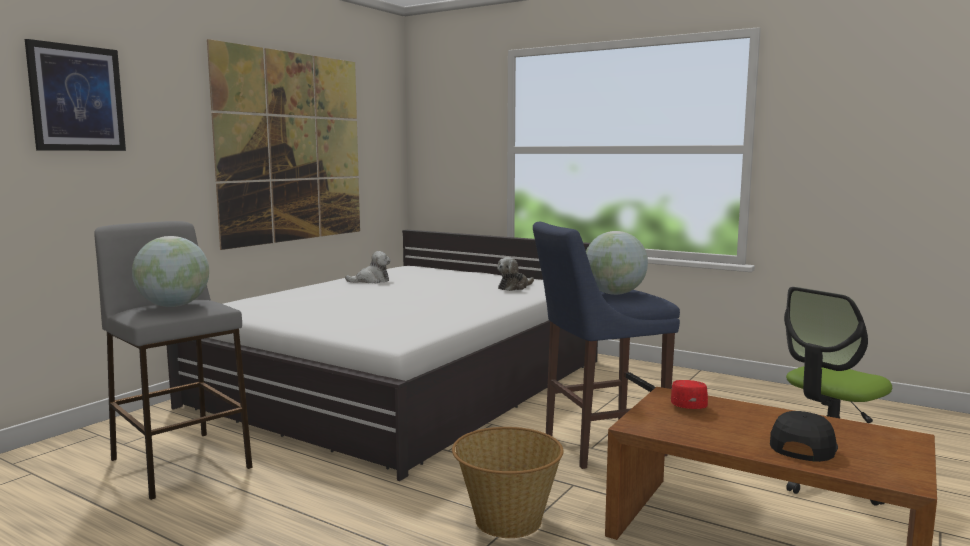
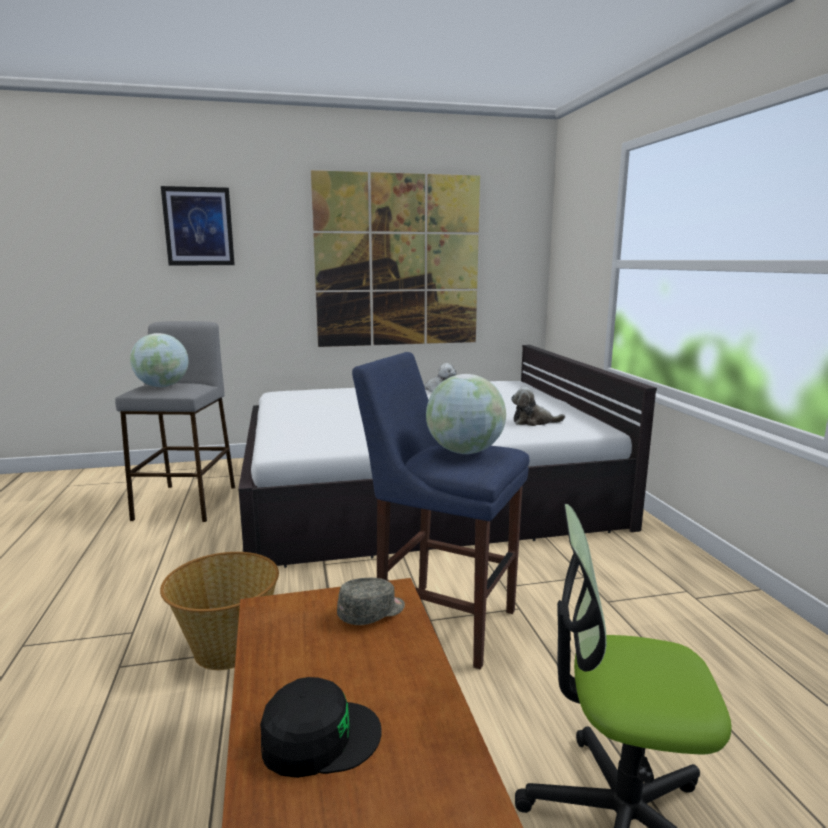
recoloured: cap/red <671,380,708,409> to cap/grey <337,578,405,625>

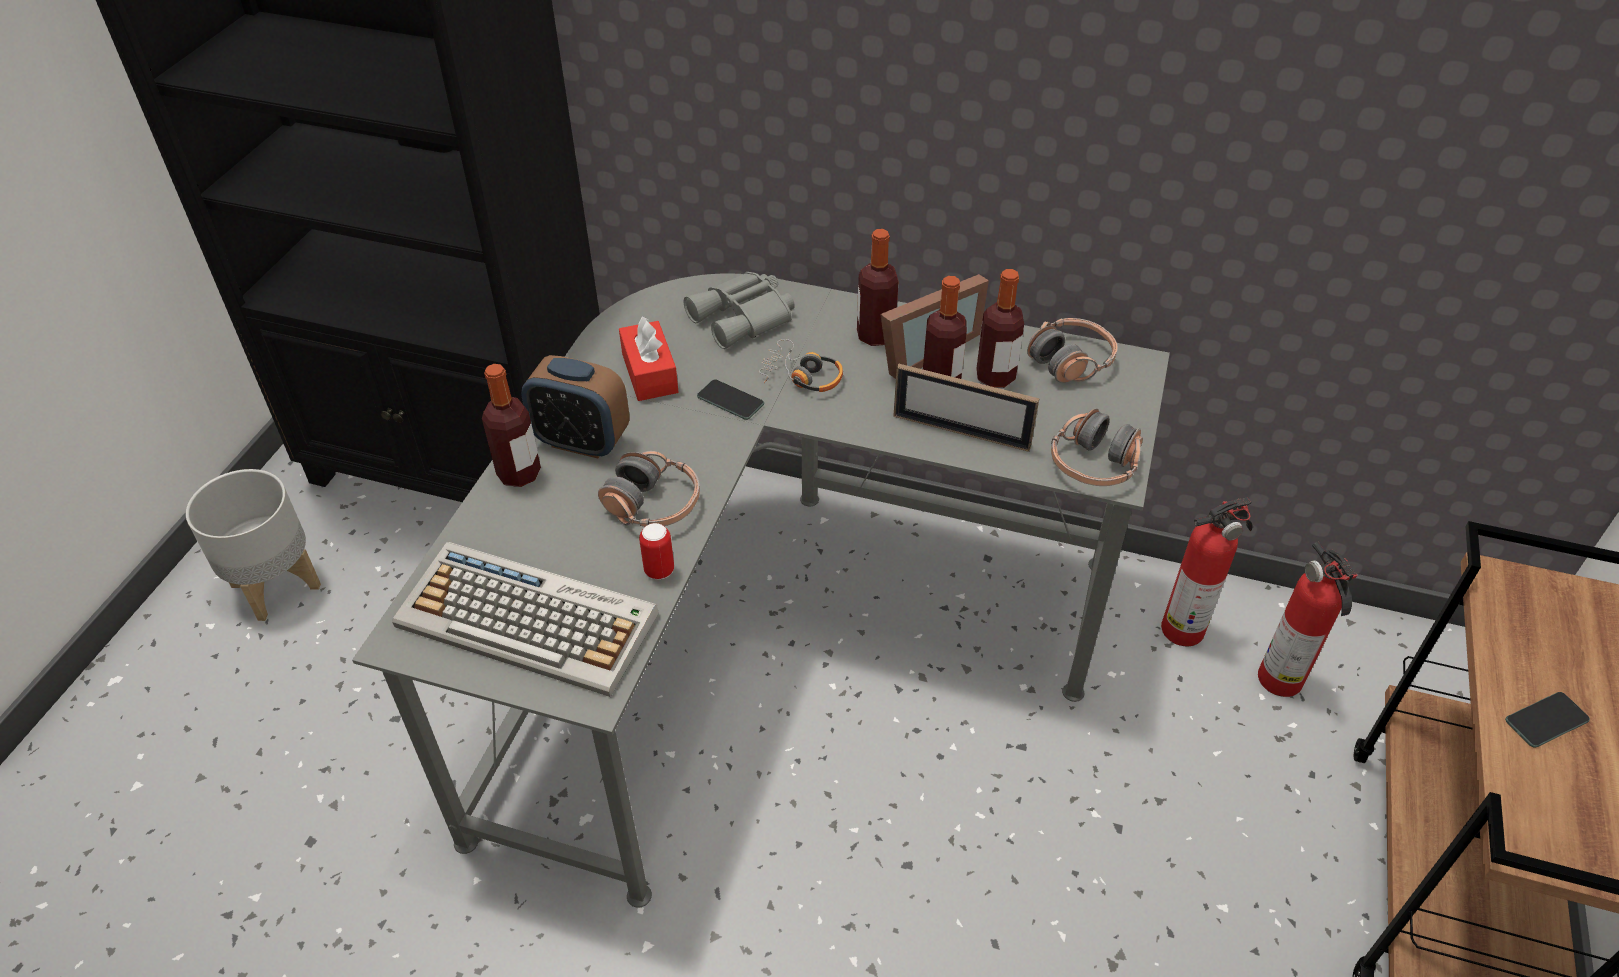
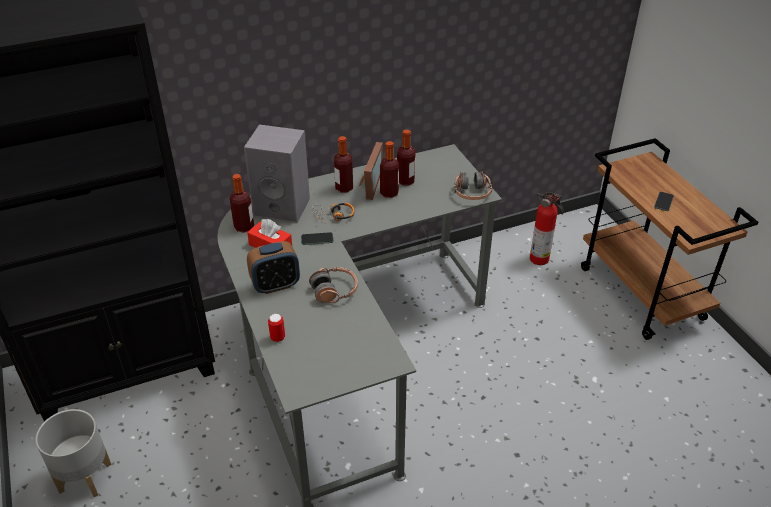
removed: keyboard <392,542,659,697>; picture frame <893,364,1040,452>; headphones <1027,318,1118,383>; fire extinguisher <1161,497,1253,646>
moved: bottle <482,364,541,487> to <230,174,254,233>; can <639,523,674,580> to <268,314,285,342>
replaced: binoculars/grey <684,272,795,349> to speaker/grey <244,124,310,223>

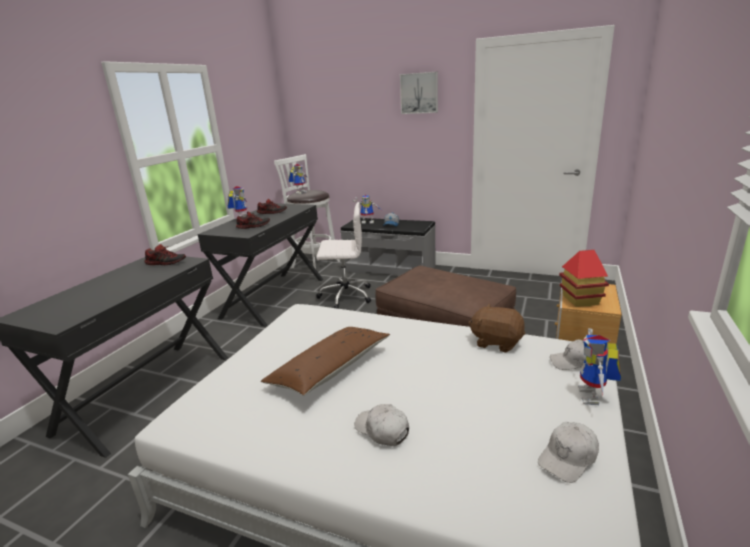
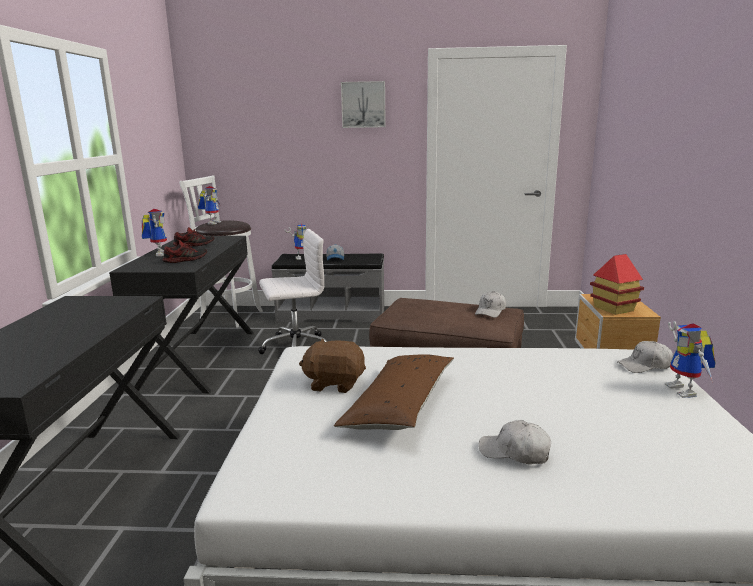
removed: shoe <145,244,186,265>
moved: plush toy/brown <468,304,525,353> to <299,339,366,393>; cap/white <538,422,599,483> to <475,291,506,318>

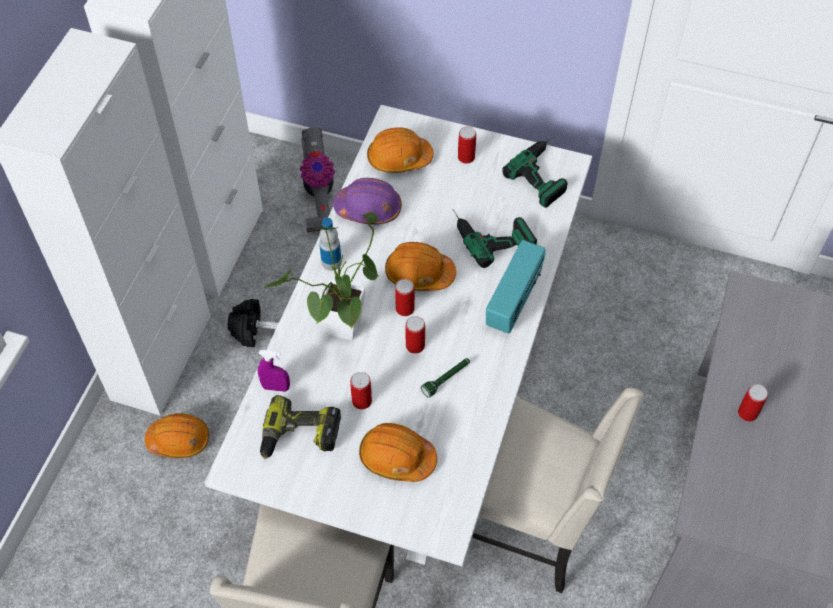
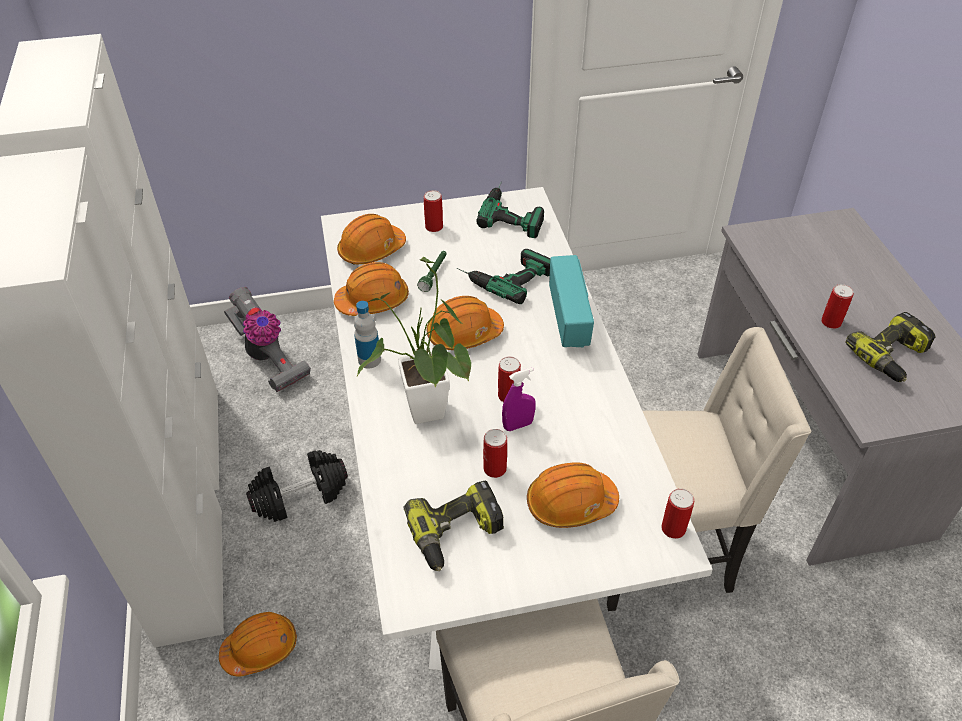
added: power drill <845,312,936,382>
moved: spray bottle/purple <258,350,290,392> to <502,368,536,431>; can <395,279,415,316> to <661,488,694,539>; flashlight/green <421,358,470,398> to <417,251,447,292>
recoloured: hard hat/purple <333,178,402,225> to hard hat/orange <334,262,409,316>

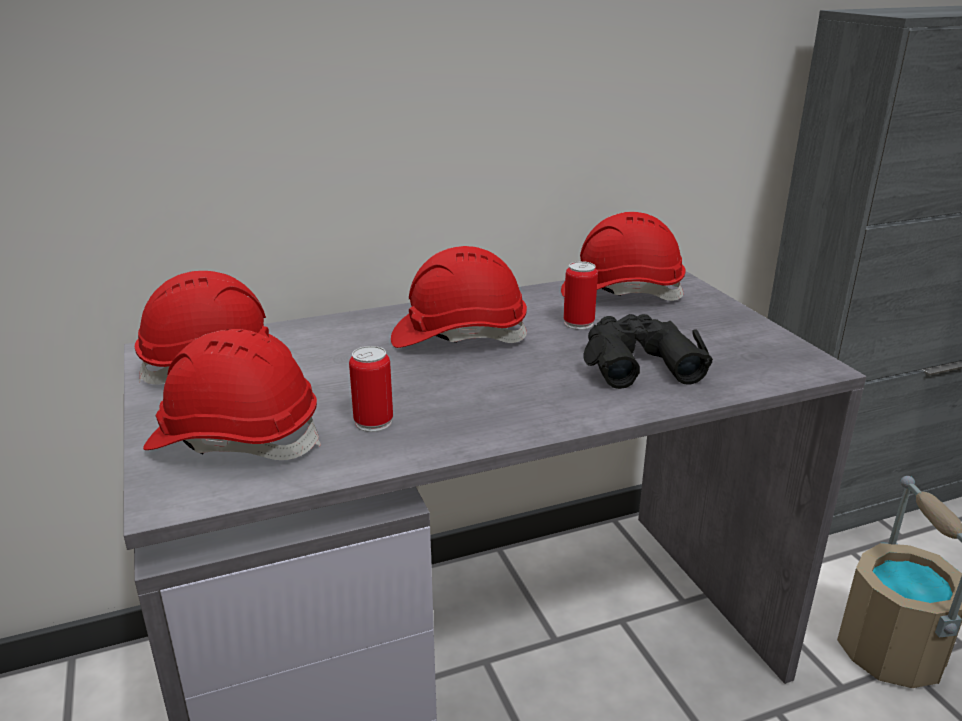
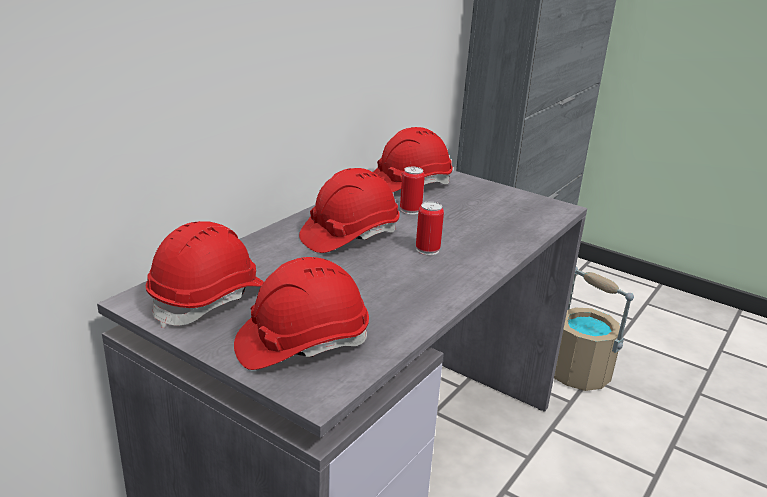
removed: binoculars/black <584,314,713,389>
moved: can <349,346,393,432> to <416,201,444,255>

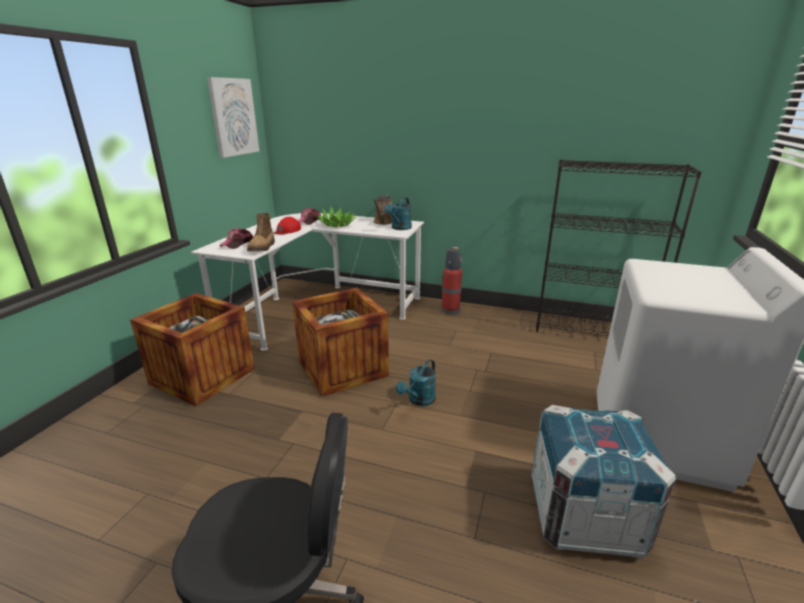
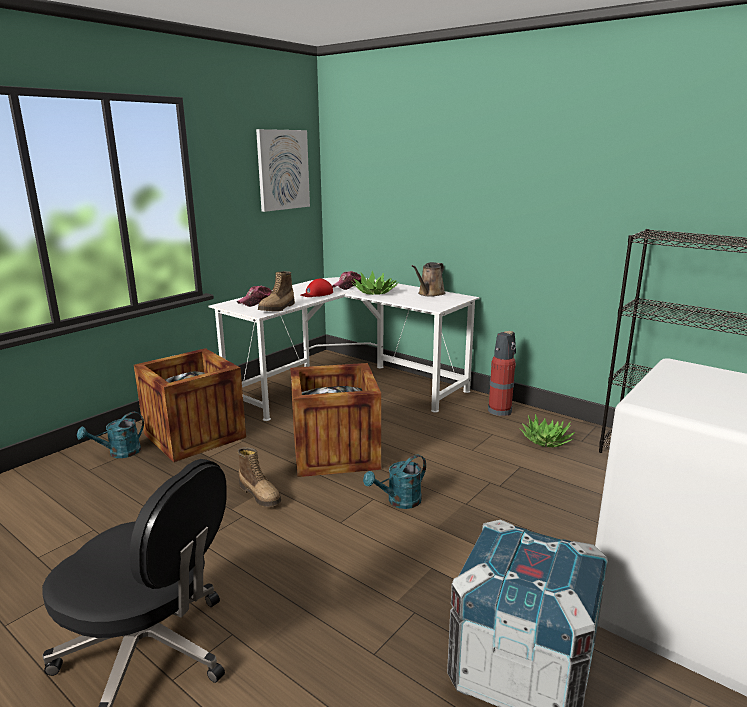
added: boot <238,447,281,507>; potted plant <519,414,575,447>
moved: watering can/turquoise <384,198,412,230> to <77,412,144,458>

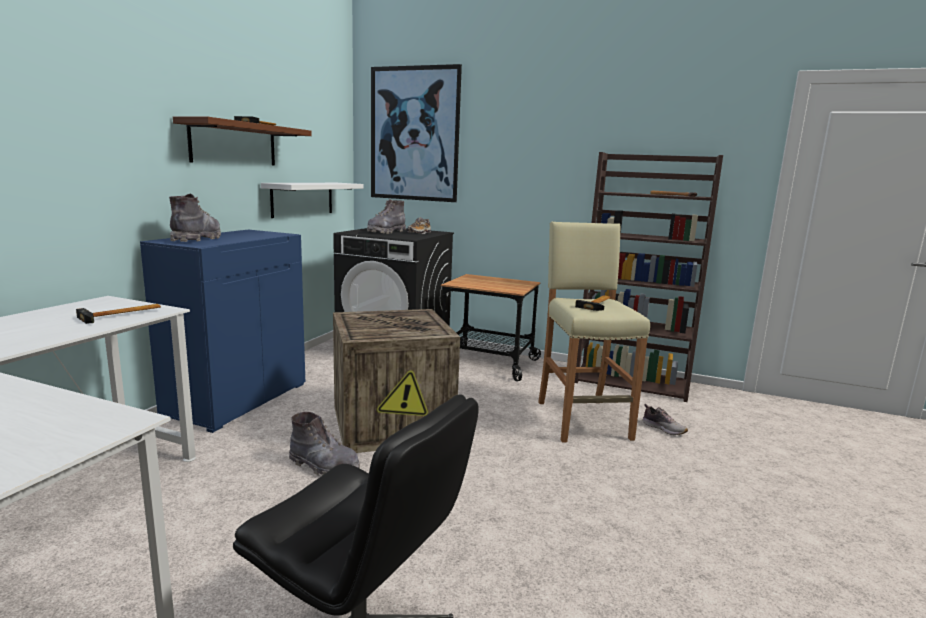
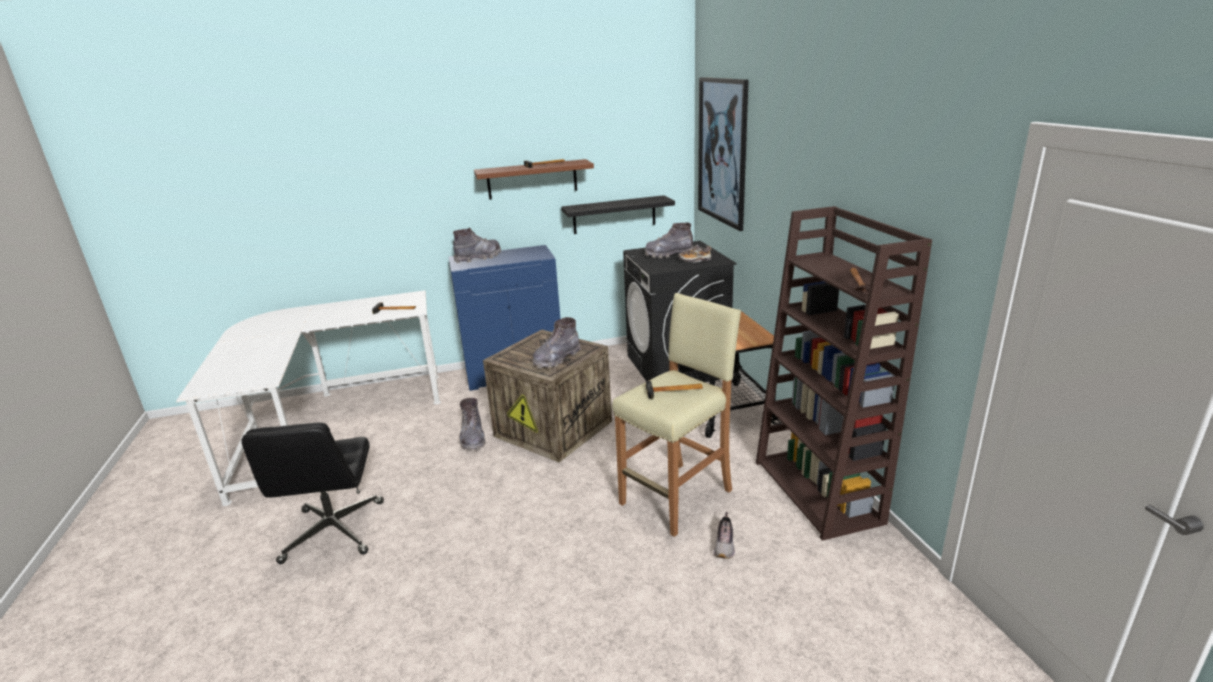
added: boot/grey <533,317,581,369>
recoloured: shelf/white <261,183,364,218> to shelf/black <561,195,675,234>

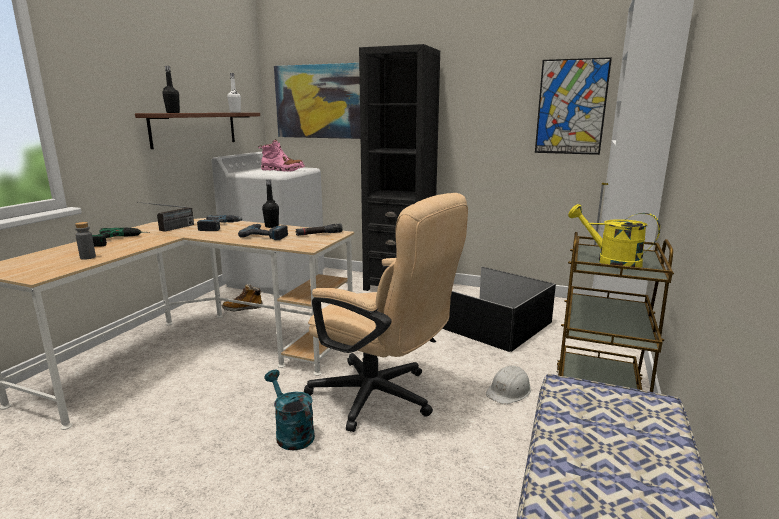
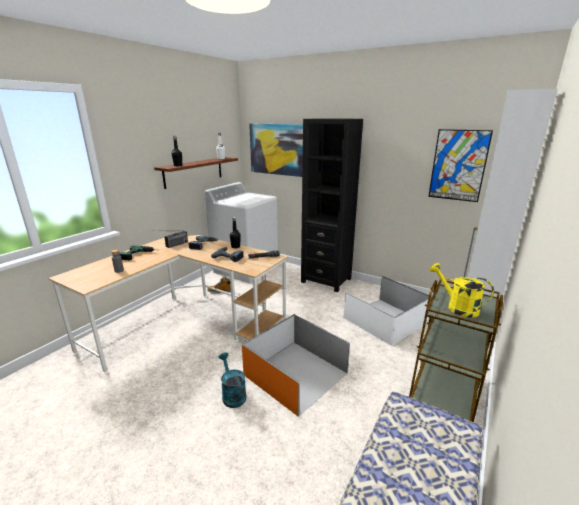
removed: boot/pink <258,139,305,171>; hard hat/white <486,366,531,404>
replaced: office chair/beige <304,193,468,432> to storage box/orange <242,314,350,416>
recoloured: storage box/black <442,267,556,352> to storage box/white <343,276,432,346>

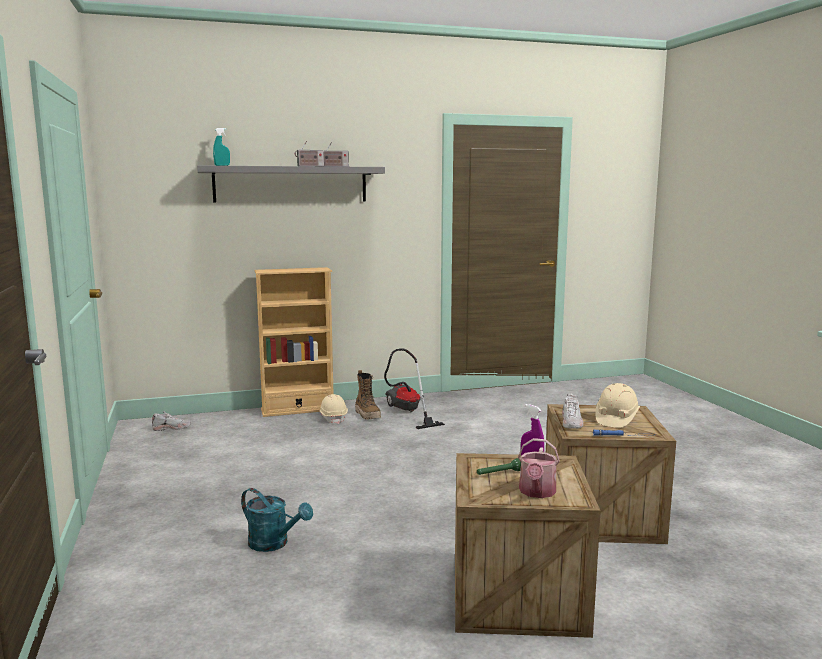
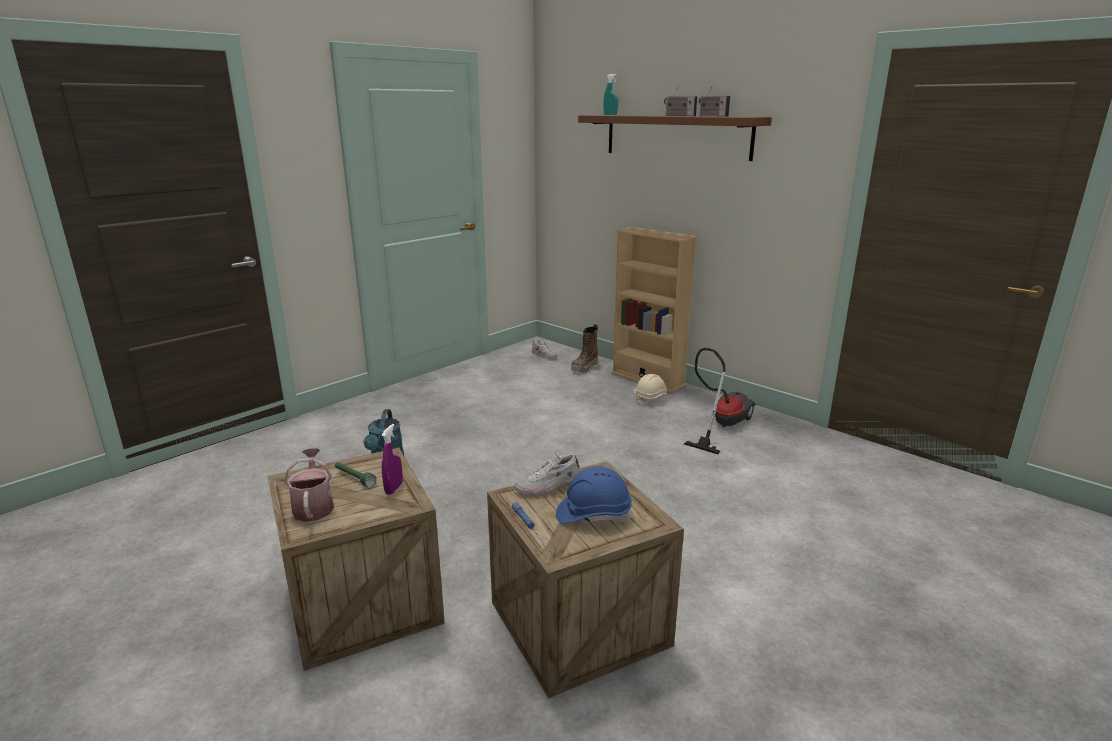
moved: boot <355,370,381,420> to <571,324,598,373>
recoloured: shelf/grey <197,166,385,202> to shelf/brown <578,115,772,161>; hard hat/beige <595,383,640,428> to hard hat/blue <556,466,632,524>
turned: watering can <518,438,560,498> = <284,448,334,522> 90 degrees clockwise

